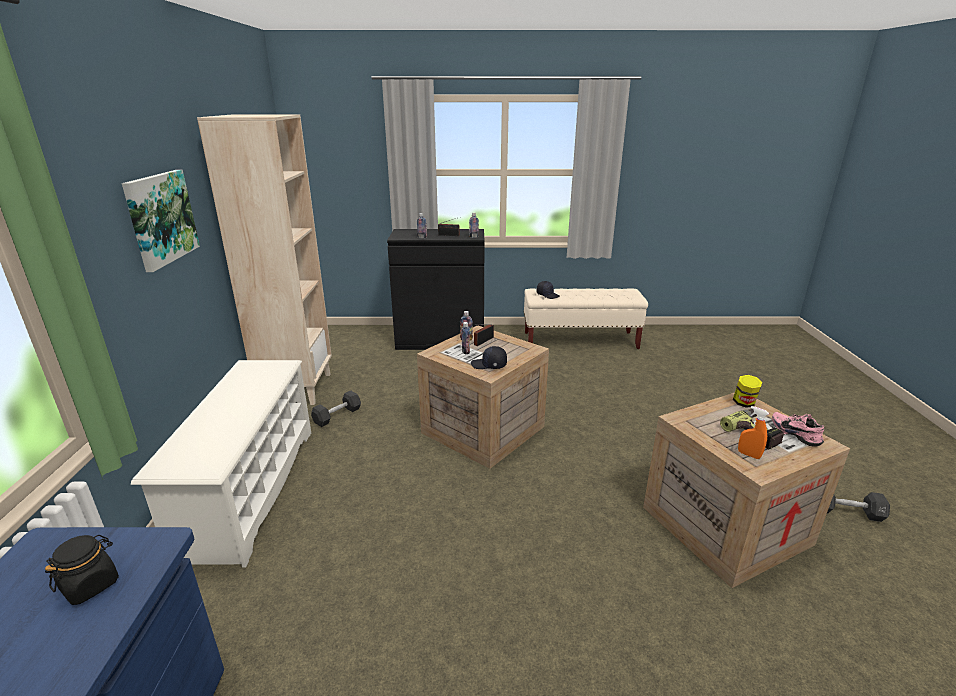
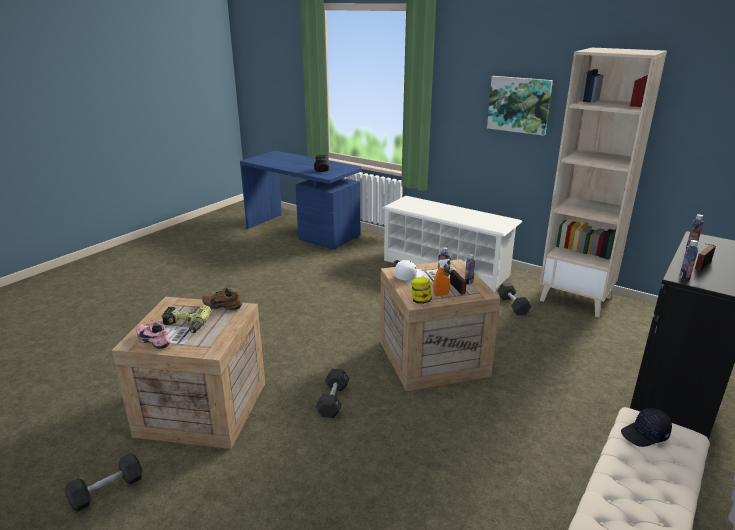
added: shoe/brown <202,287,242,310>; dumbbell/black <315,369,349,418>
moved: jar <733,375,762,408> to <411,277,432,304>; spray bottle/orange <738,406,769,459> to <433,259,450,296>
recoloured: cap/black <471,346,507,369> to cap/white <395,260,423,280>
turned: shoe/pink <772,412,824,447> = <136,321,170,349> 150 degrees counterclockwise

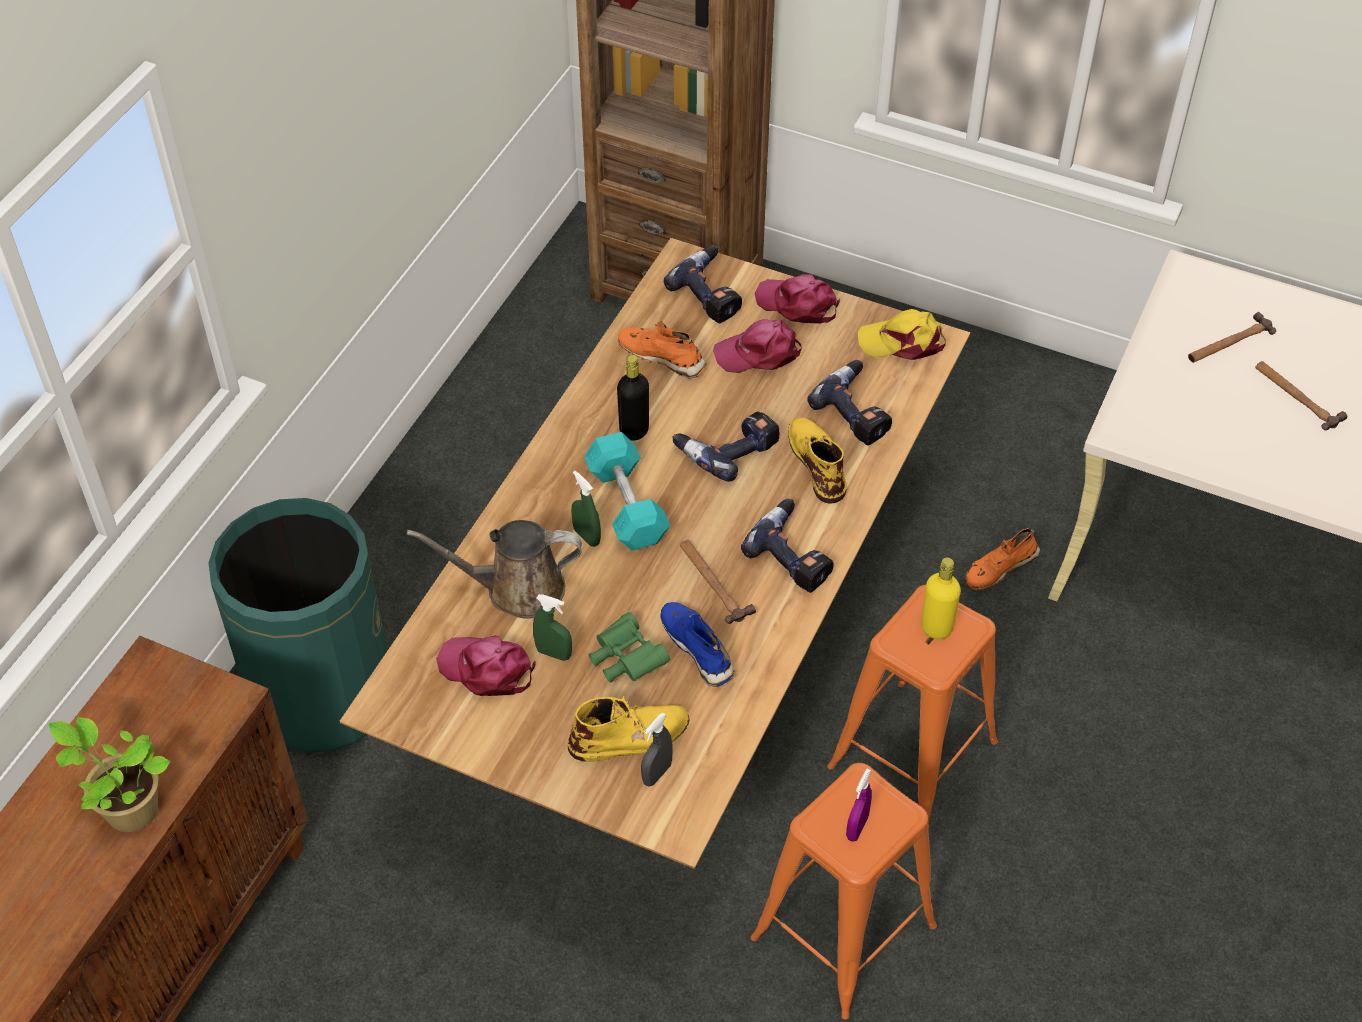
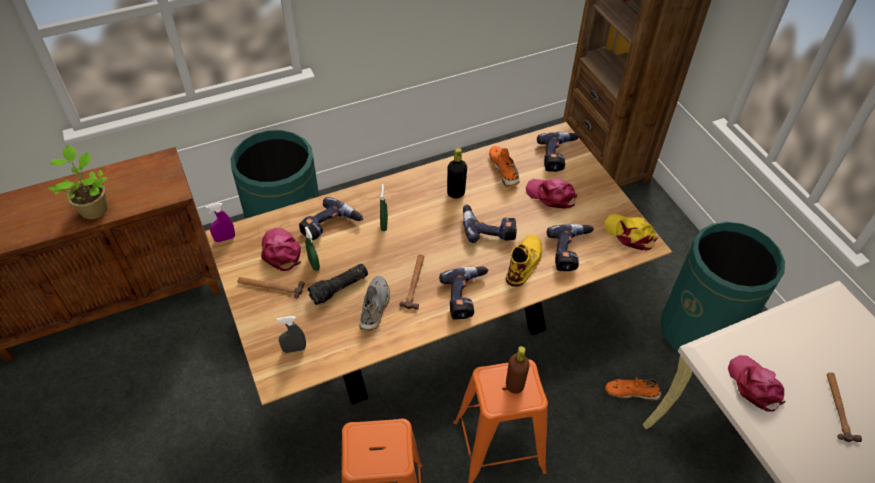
removed: boot/yellow <568,696,690,762>; dumbbell/turquoise <584,432,670,551>
added: trash can/green <660,222,785,353>
moved: cap/pink <755,274,840,324> to <728,355,786,412>; spray bottle/purple <846,769,872,842> to <206,203,235,242>; hammer <1188,312,1276,363> to <237,277,305,299>
replaced: watering can/brown <407,520,582,619> to power drill <299,197,363,240>; binoculars/green <588,612,670,683> to flashlight <308,263,368,305>
recoloured: shoe/blue <660,602,734,687> to shoe/grey <359,276,390,331>; bottle/yellow <921,557,961,639> to bottle/brown <506,346,530,394>

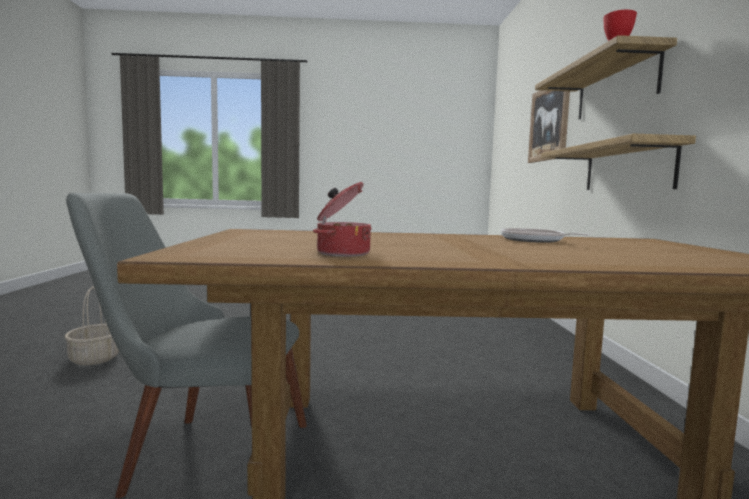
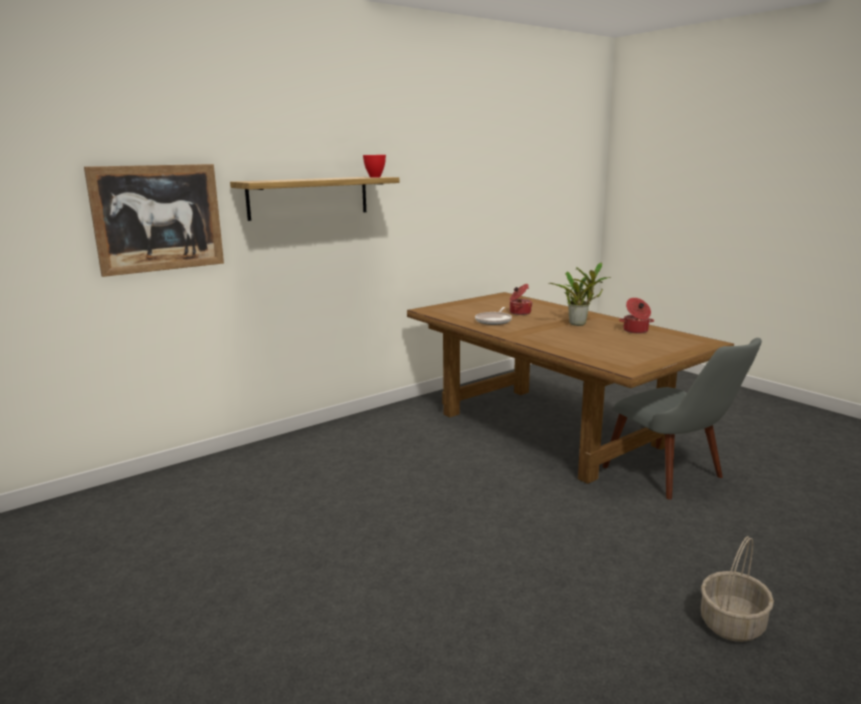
removed: shelf <541,134,696,190>
added: cooking pot <510,284,532,315>; potted plant <548,263,611,326>

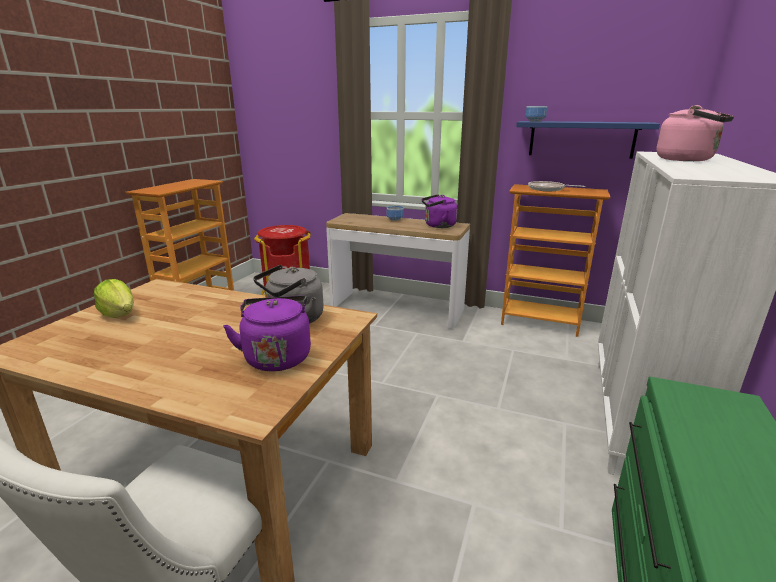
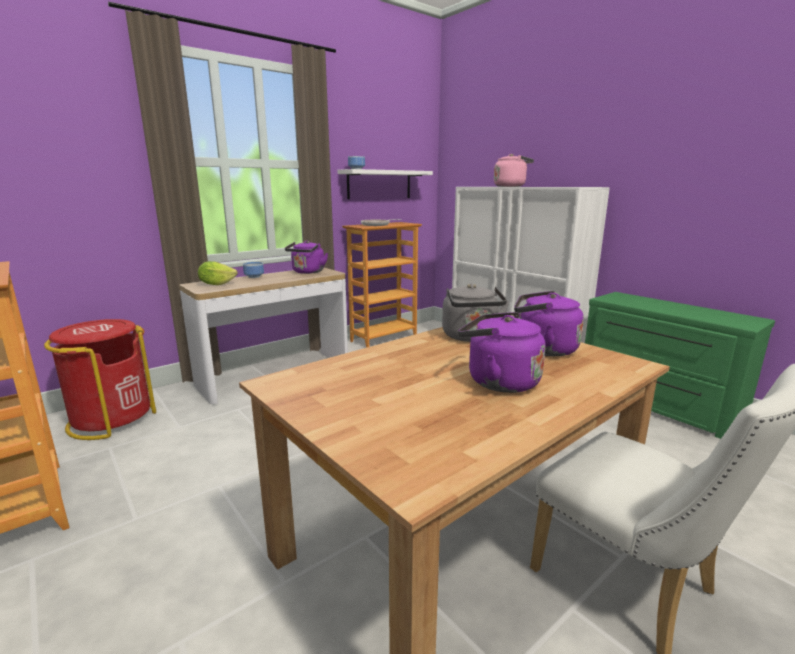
added: kettle/purple <458,312,546,393>
moved: lettuce <94,279,134,318> to <198,261,238,285>
recoloured: shelf/blue <516,121,660,159> to shelf/white <338,169,433,199>

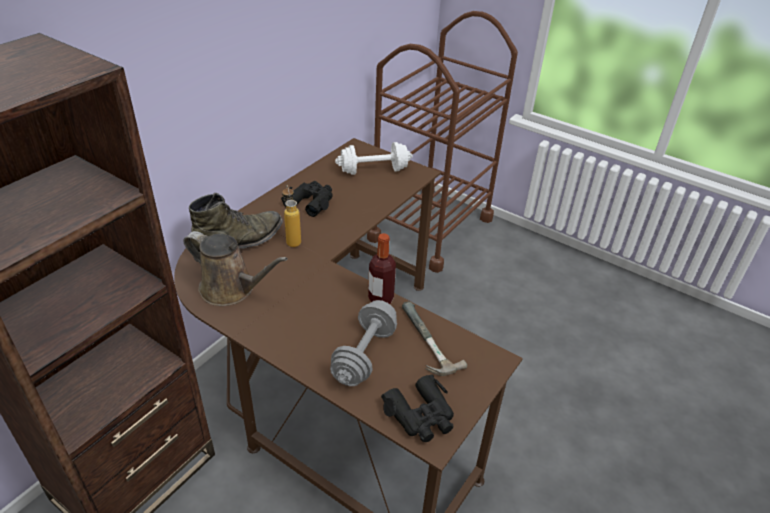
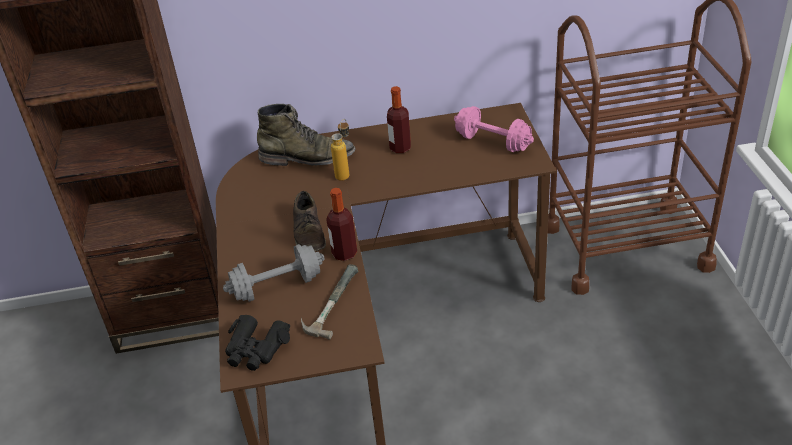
removed: watering can/brown <183,231,288,306>
added: shoe/brown <293,191,326,251>
replaced: binoculars/black <281,181,333,217> to bottle <387,86,411,153>
recoloured: dumbbell/white <335,142,413,175> to dumbbell/pink <454,106,534,152>

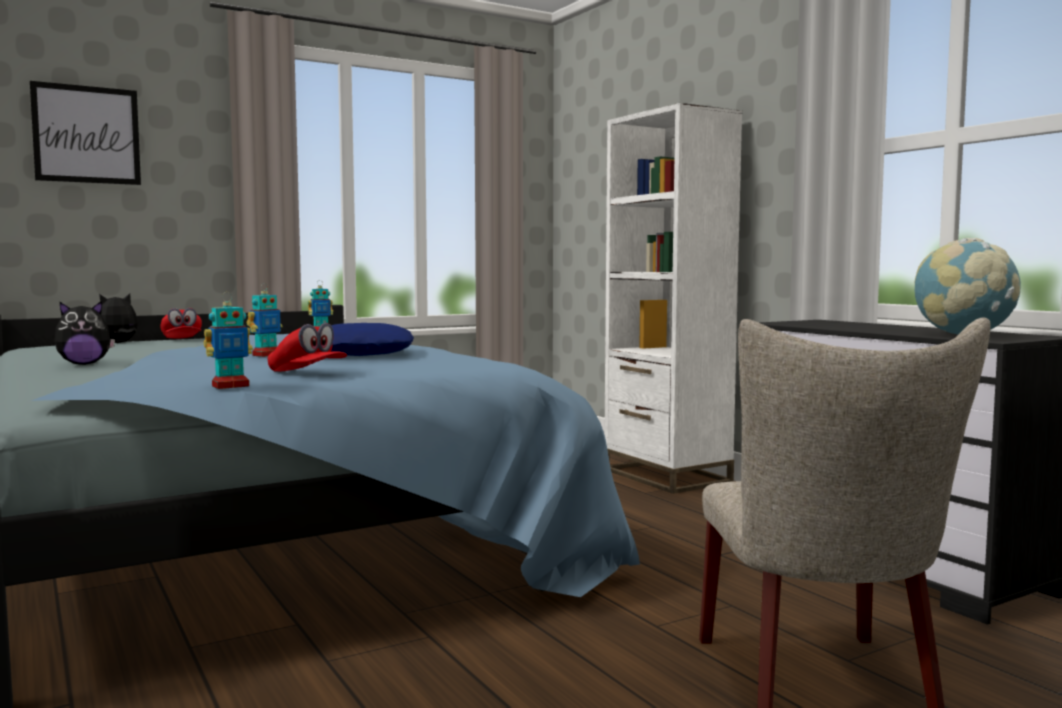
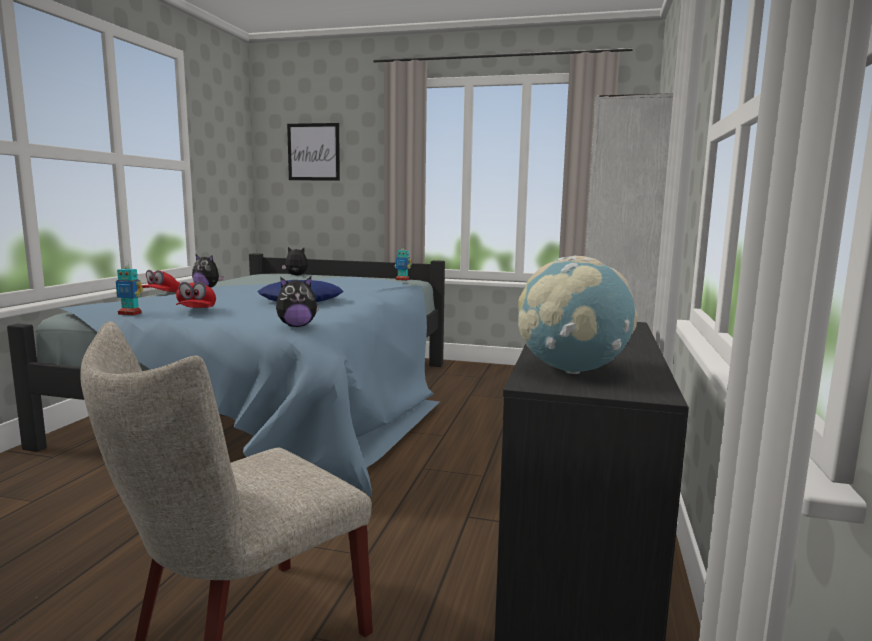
removed: toy robot <247,283,283,357>
added: plush toy <276,277,319,327>
moved: cap/red <160,308,202,339> to <142,270,180,292>

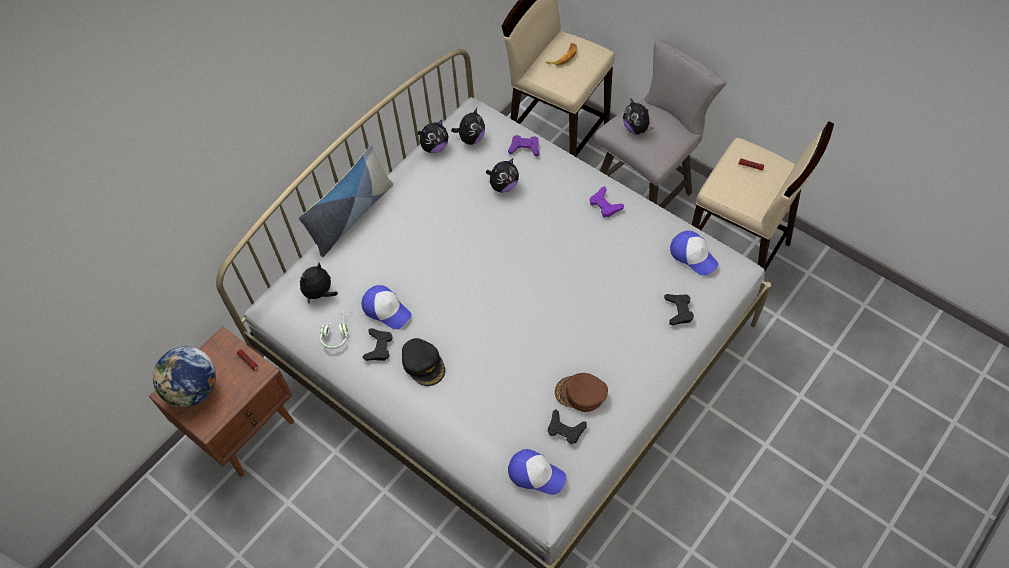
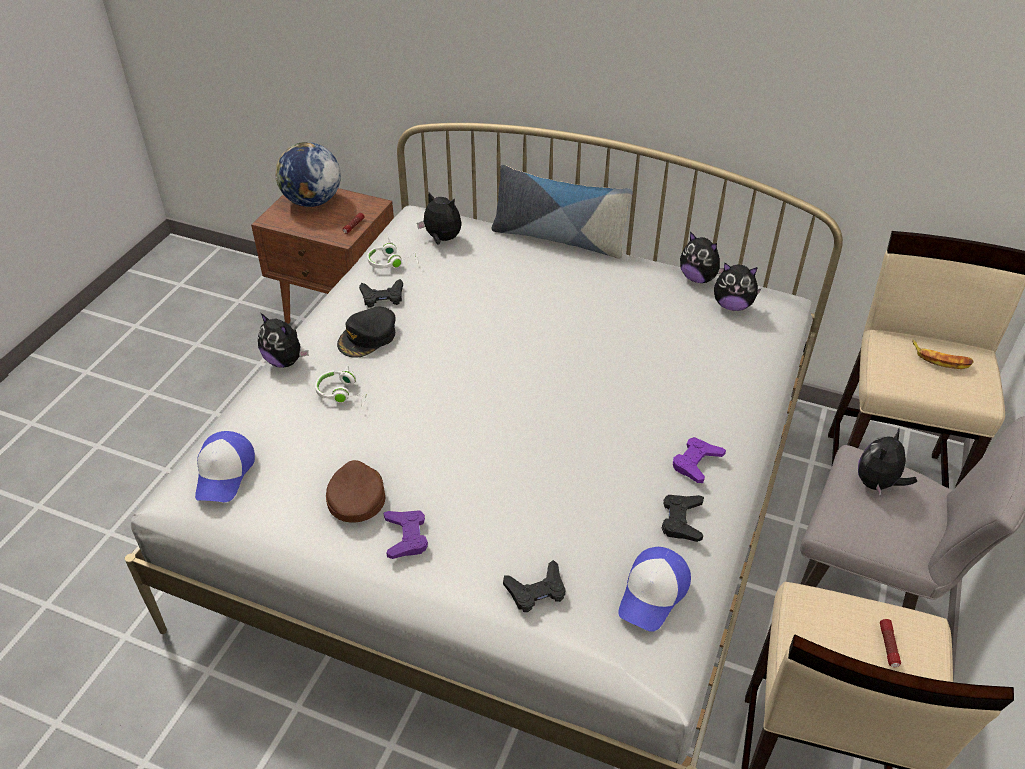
removed: cap <362,285,412,329>
added: headphones/white <315,365,366,406>
moved: plush toy <486,158,519,193> to <258,313,309,368>; game controller/purple <508,135,539,156> to <384,511,428,559>; game controller/black <548,409,587,444> to <662,495,704,542>

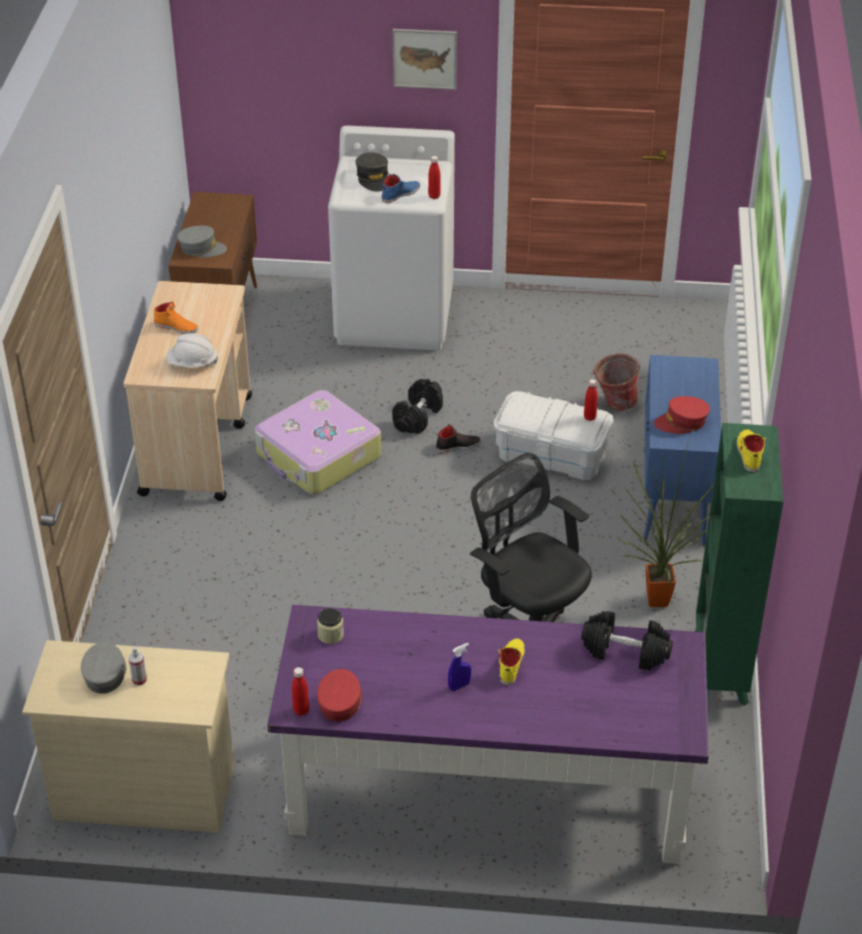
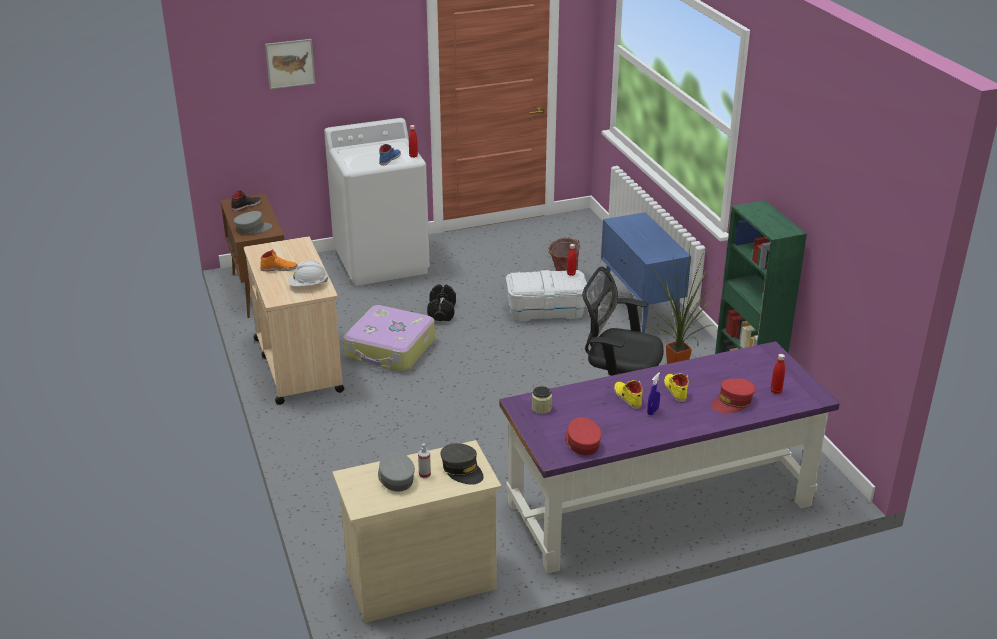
removed: dumbbell/black <581,611,673,670>
moved: bottle/red <292,667,309,716> to <771,354,785,394>; cap/grey <356,152,388,192> to <441,443,484,485>; picture <393,29,457,90> to <265,39,316,89>; shoe/black <436,424,481,453> to <231,190,262,211>; cap/red <654,396,710,434> to <712,379,755,413>; shoe/yellow <737,430,766,472> to <614,380,643,409>

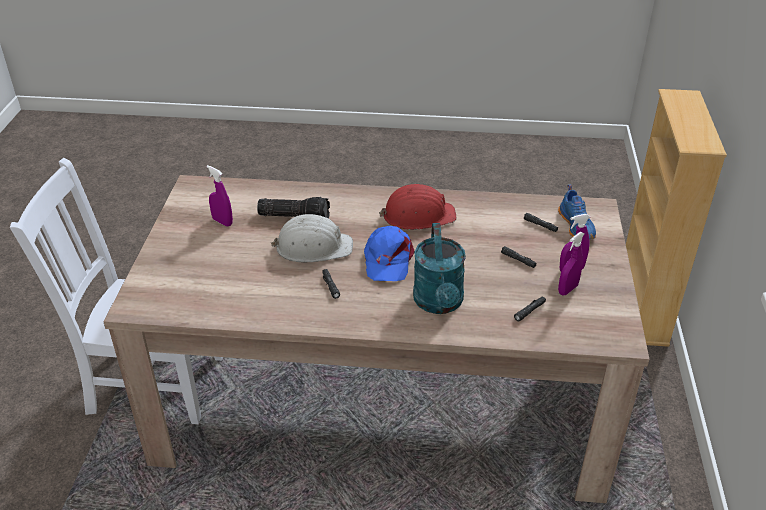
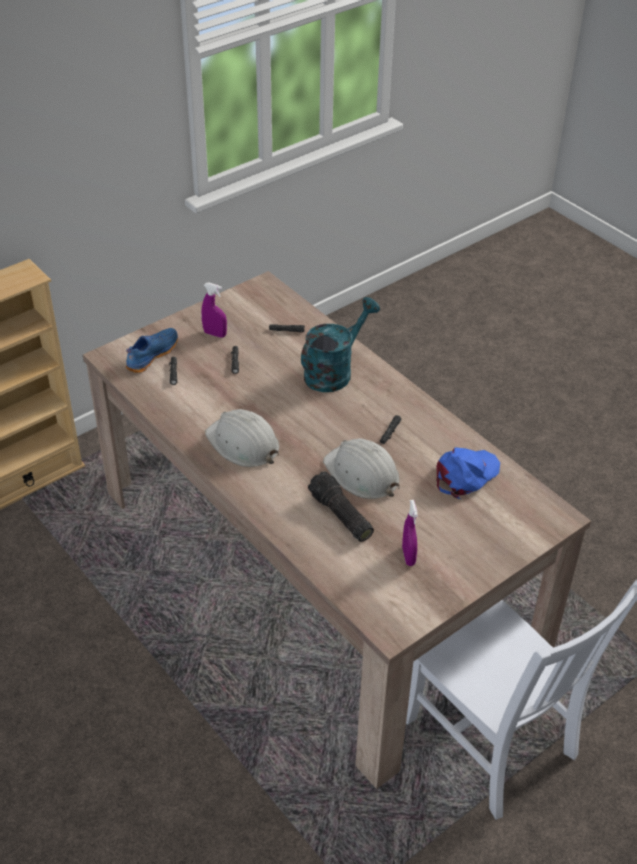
removed: spray bottle/purple <558,232,585,295>
moved: cap/blue <364,226,414,281> to <436,447,500,499>
recoloured: hard hat/red <379,184,457,230> to hard hat/white <205,409,279,467>

